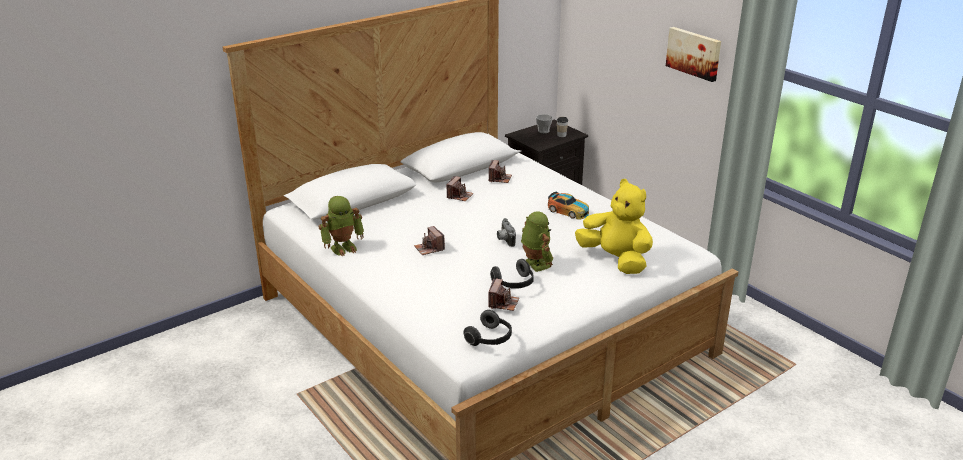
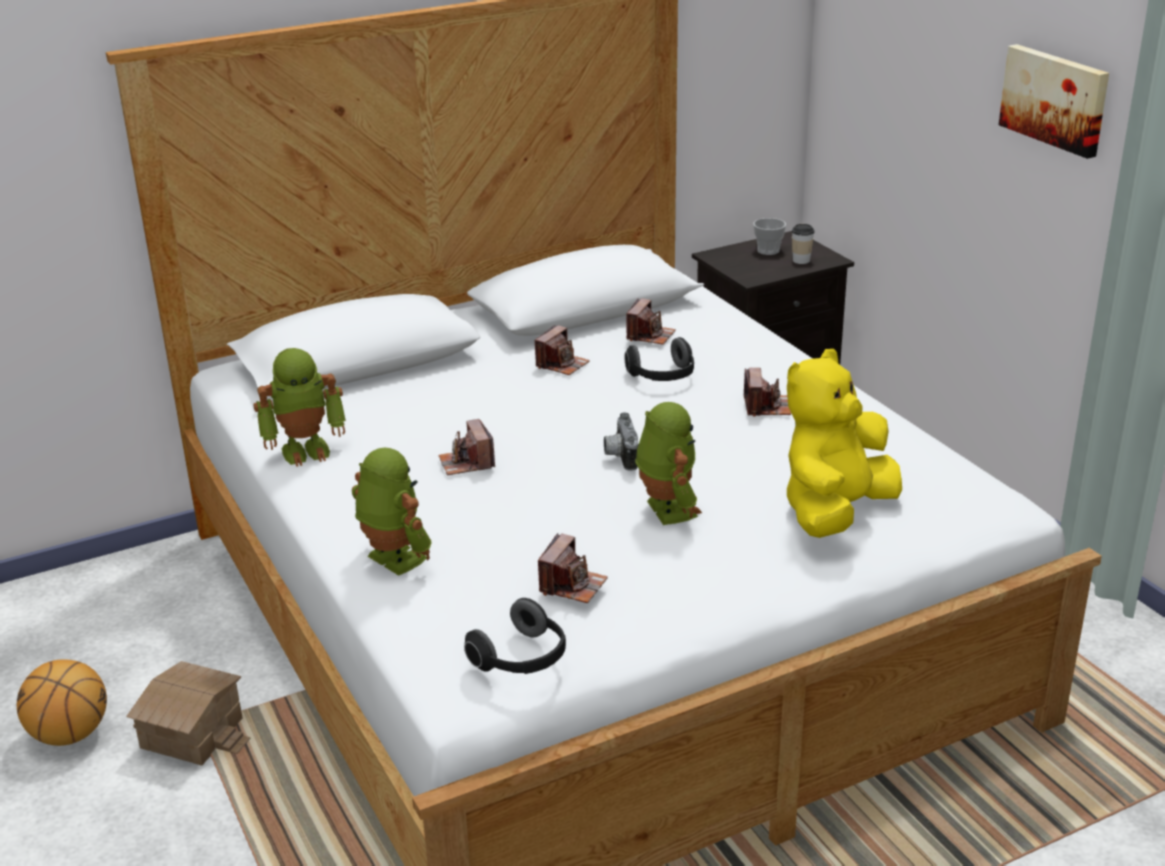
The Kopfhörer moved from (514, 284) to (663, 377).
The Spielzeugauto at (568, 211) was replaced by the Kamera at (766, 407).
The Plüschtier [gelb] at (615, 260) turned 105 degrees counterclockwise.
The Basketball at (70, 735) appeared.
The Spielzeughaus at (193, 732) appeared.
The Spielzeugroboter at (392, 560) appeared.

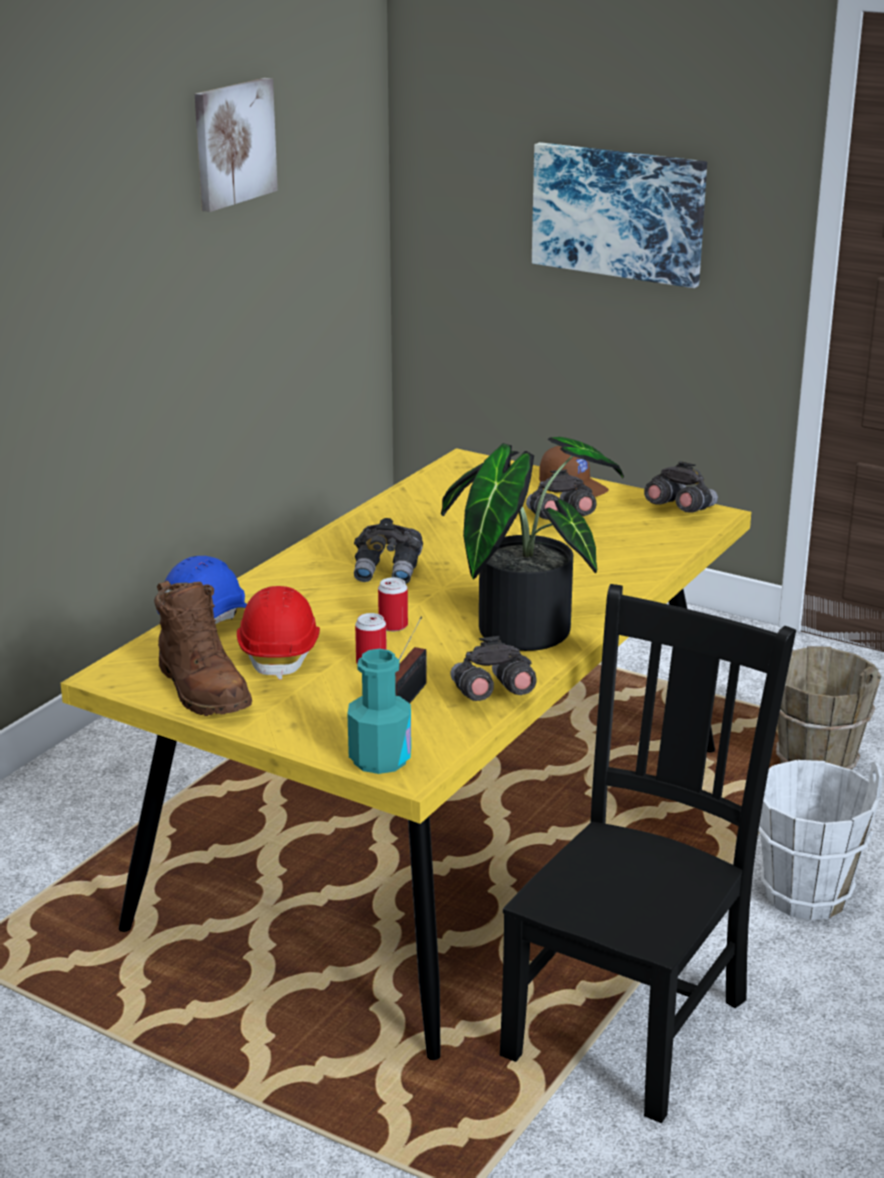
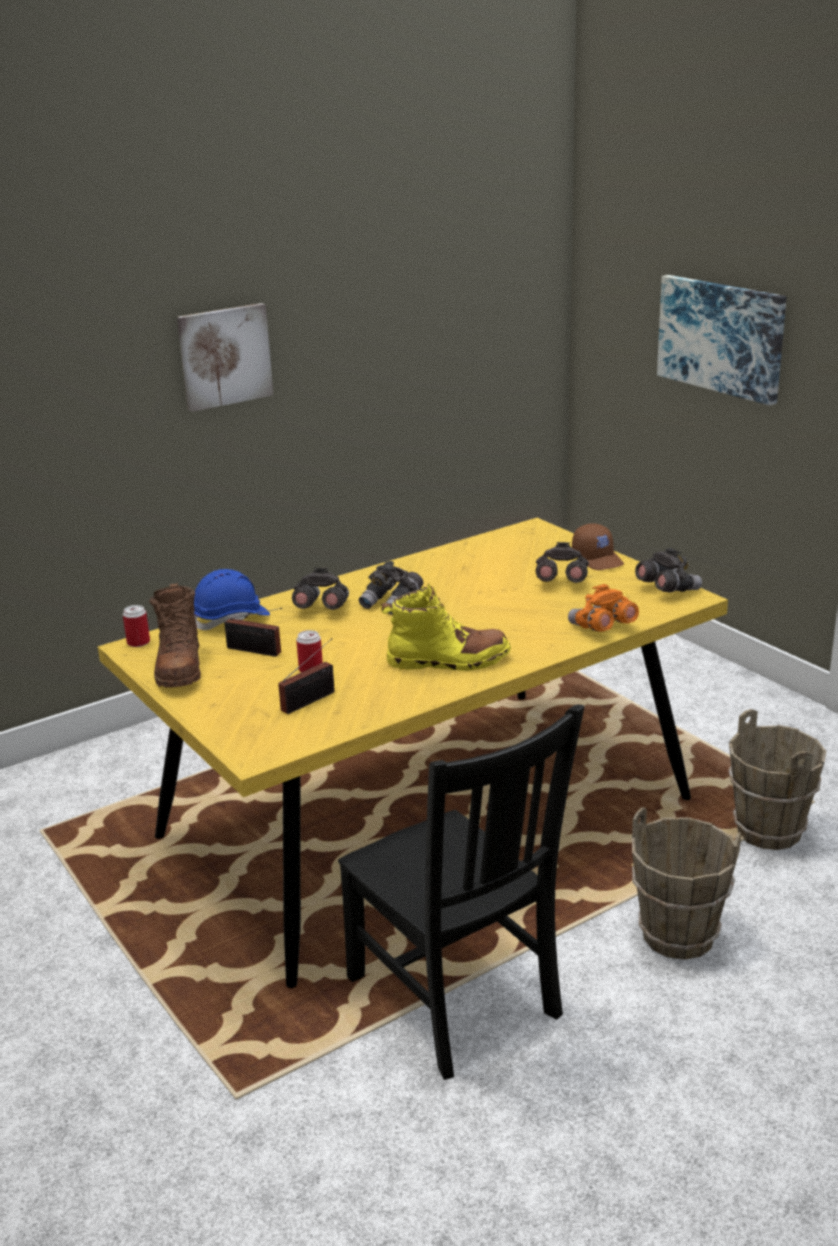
The Bild moved from (233, 143) to (224, 356).
The Schutzhelm [rot] at (280, 653) was replaced by the Radio at (256, 651).
The Flasche [türkis] at (380, 759) disappeared.
The Dose moved from (393, 626) to (138, 642).
The Topfpflanze at (522, 626) was replaced by the Stiefel [gelb] at (448, 661).
The Fernglas [grau] moved from (490, 695) to (321, 609).
The Stuhl [schwarz] at (631, 1023) turned 90 degrees clockwise.
The Eimer [weiß] at (806, 896) became the Eimer [braun] at (678, 936).
The Fernglas [orange] at (602, 628) appeared.

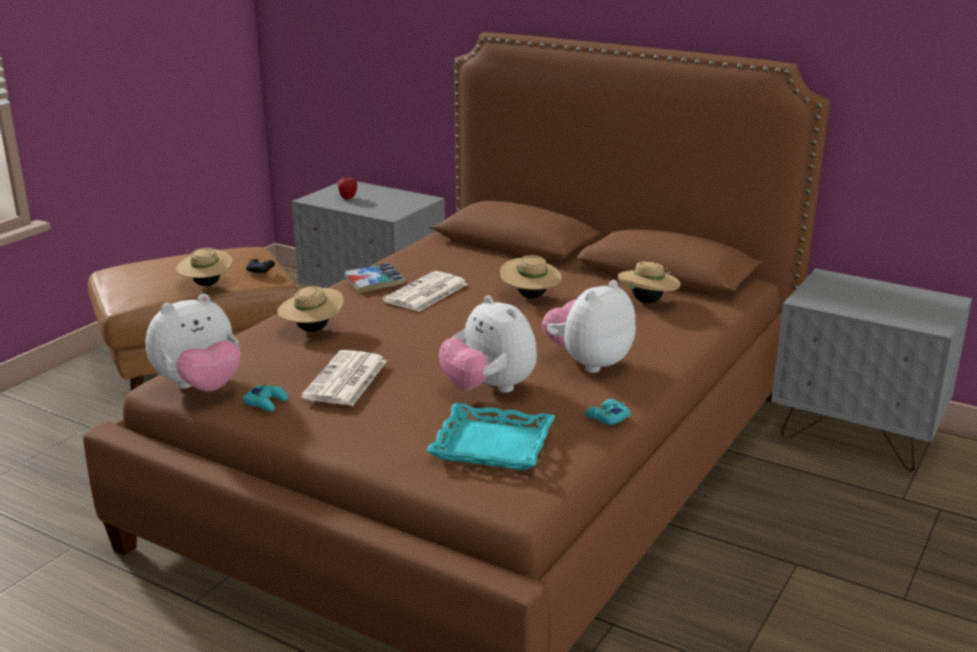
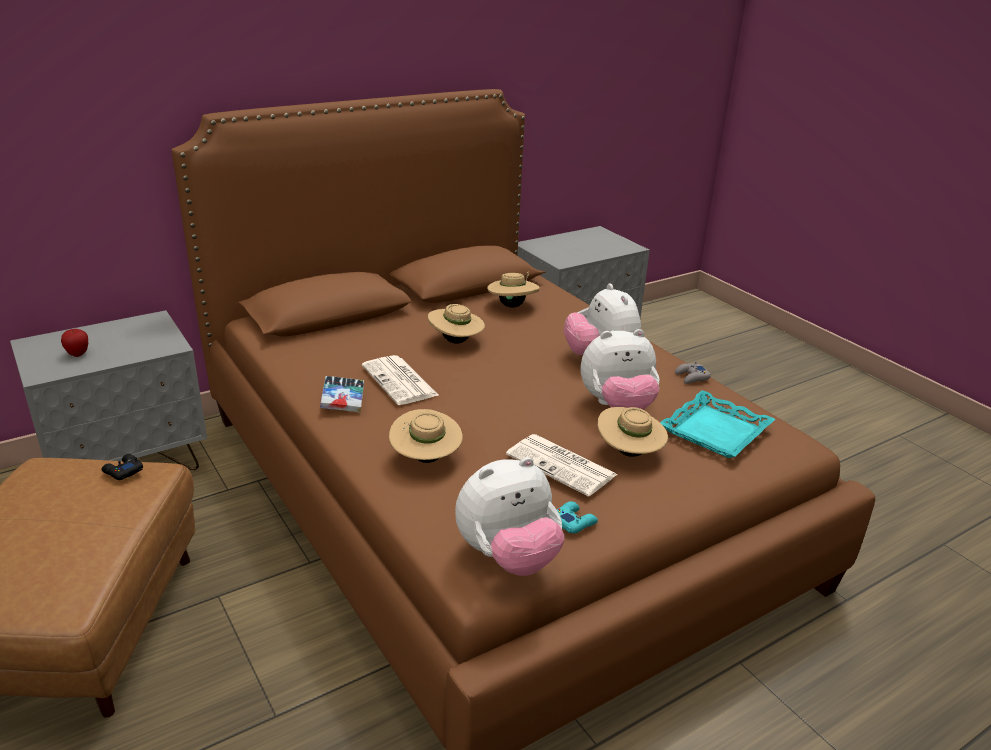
The Plüschtier at (200, 387) turned 75 degrees clockwise.
The Hut [beige] moved from (206, 284) to (629, 453).
The Gamepad [türkis] at (607, 417) became the Gamepad [grau] at (692, 377).

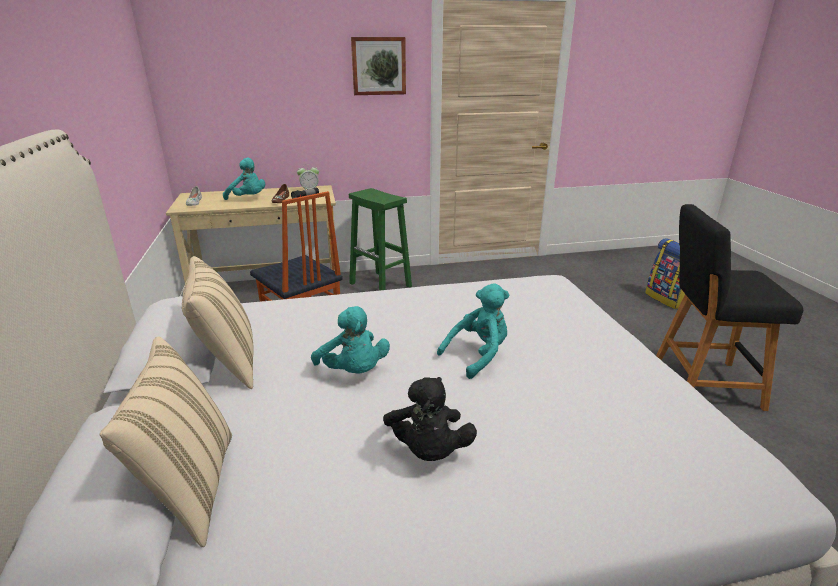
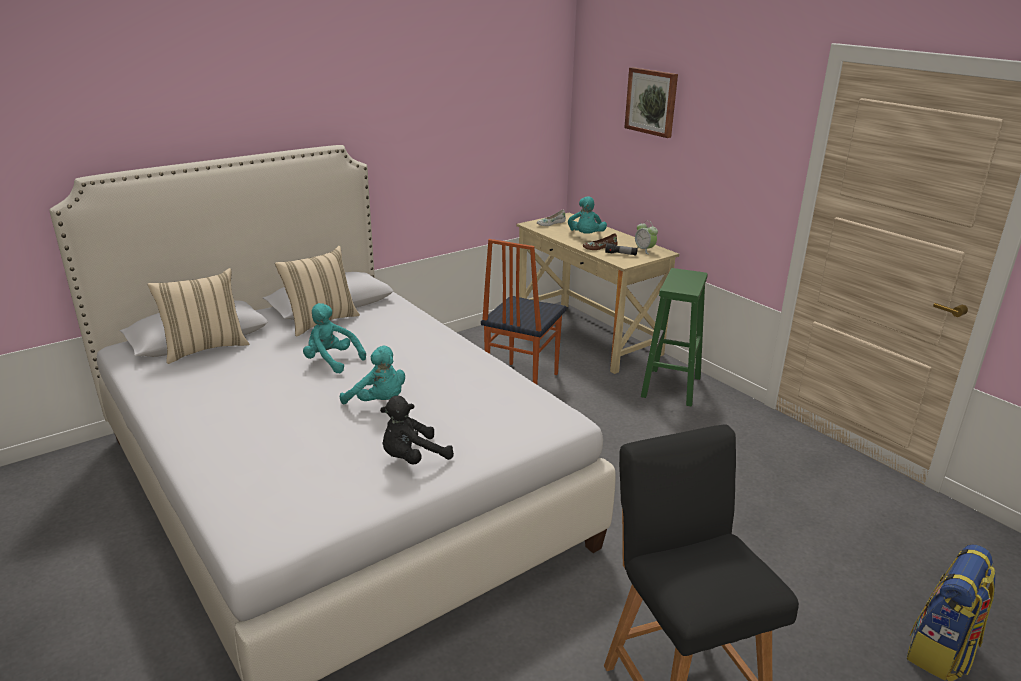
The Plüschtier [türkis] at (353, 372) turned 90 degrees clockwise.
The Bild moved from (378, 66) to (652, 102).
The Plüschtier [schwarz] moved from (428, 451) to (412, 458).

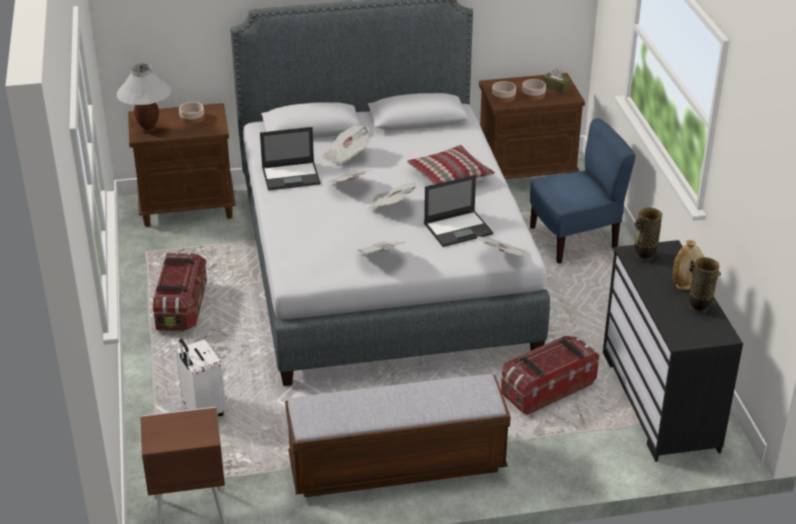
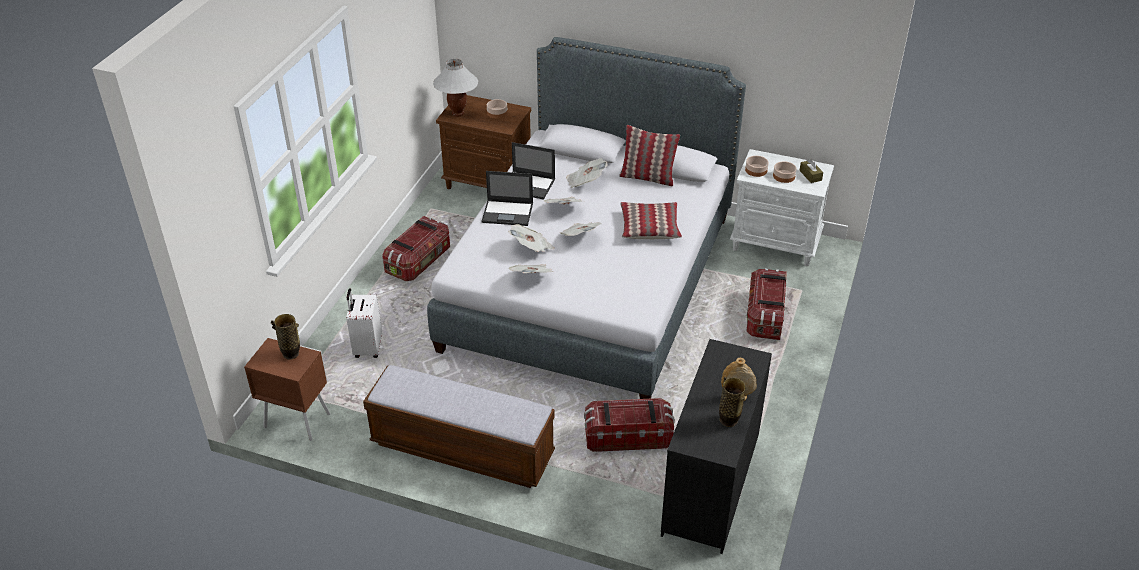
The Laptop moved from (458, 228) to (508, 213).
The Zeitung moved from (503, 258) to (532, 248).
The Nachttisch [braun] at (527, 173) became the Nachttisch [weiß] at (776, 243).
The Stuhl [blau] at (574, 239) was replaced by the Aufbewahrungsbox at (765, 316).
The Vase moved from (644, 256) to (291, 354).
The Kissen at (647, 177) appeared.

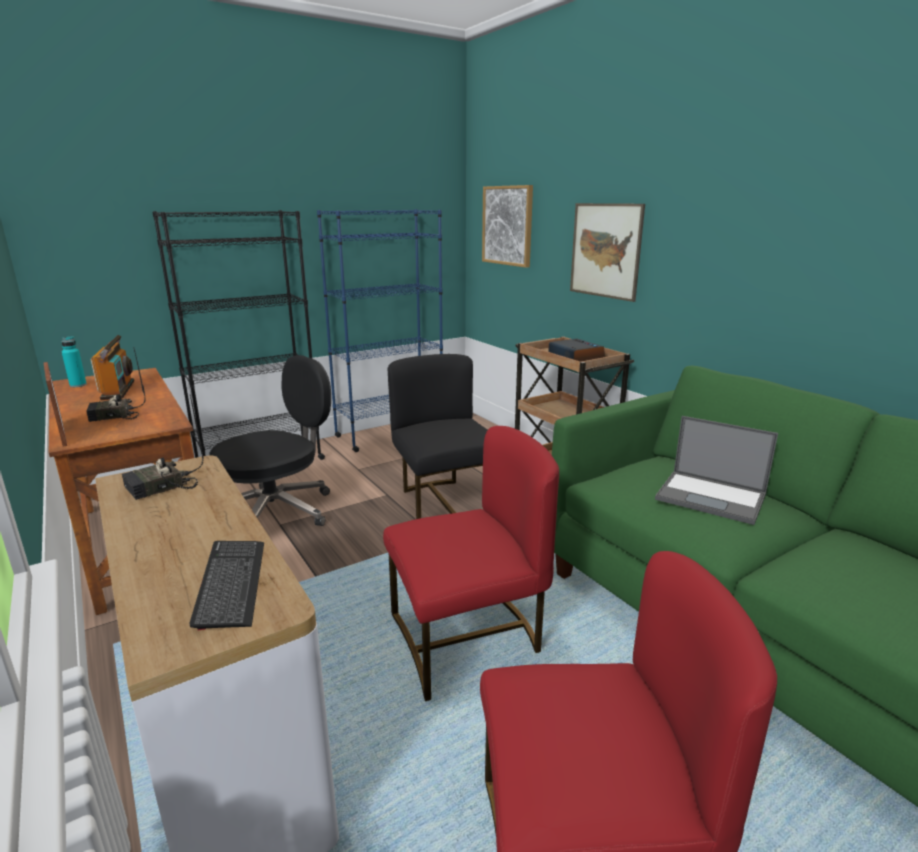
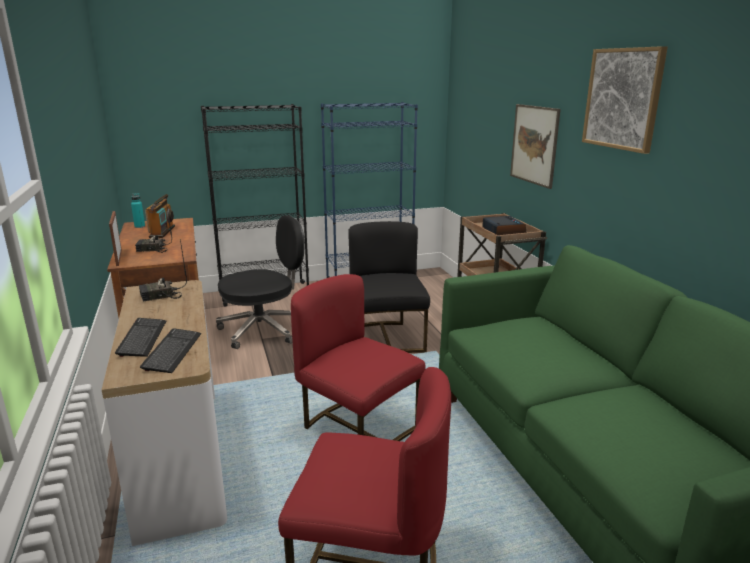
The Stuhl [rot] at (467, 640) turned 135 degrees counterclockwise.
The Bild moved from (507, 225) to (623, 99).
The Laptop at (712, 497) disappeared.
The Tastatur at (142, 338) appeared.

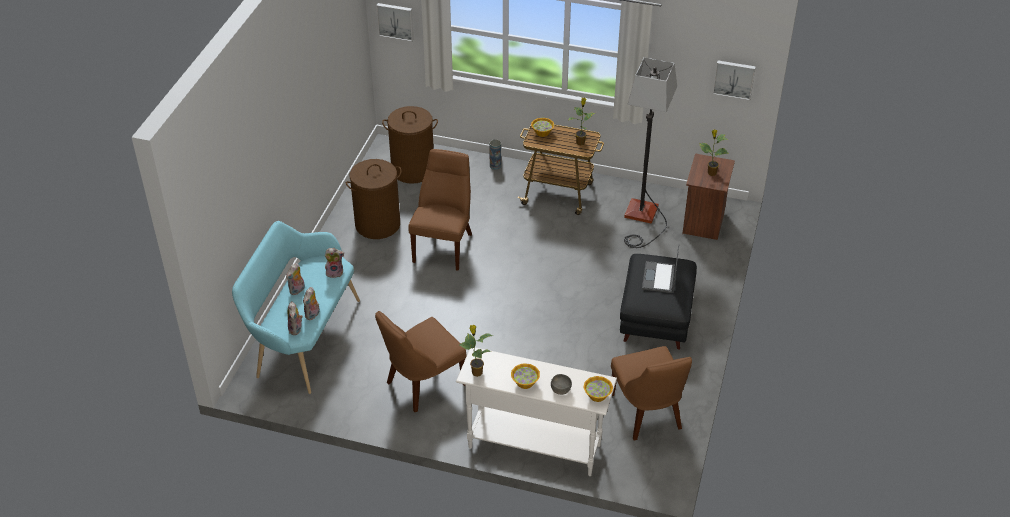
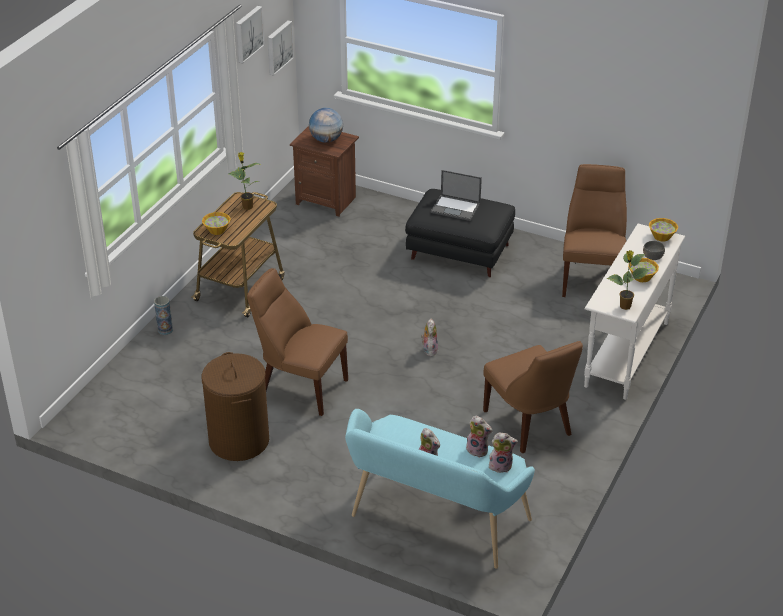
The Plüschtier moved from (335, 272) to (429, 349).
The Bild moved from (395, 21) to (248, 33).
The Wäschekorb [braun] at (413, 170) disappeared.
The Stuhl [braun] at (647, 414) turned 75 degrees counterclockwise.
The Stehlampe at (641, 219) disappeared.
The Topfpflanze at (711, 173) was replaced by the Globus at (326, 140).

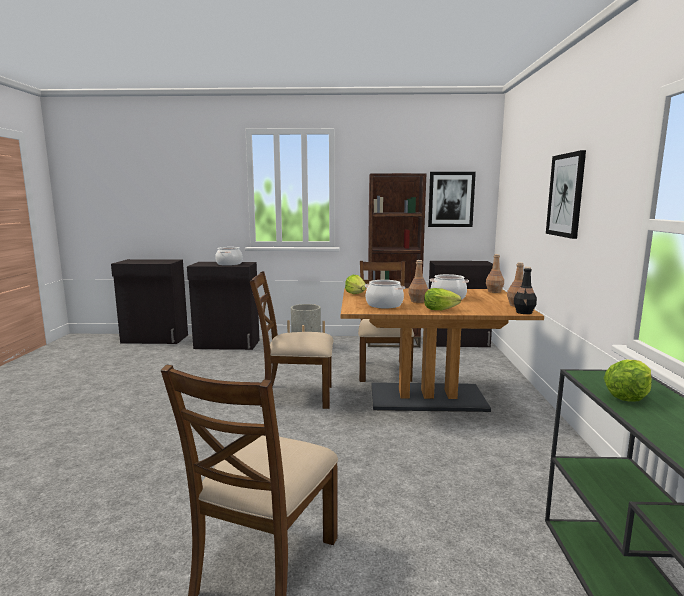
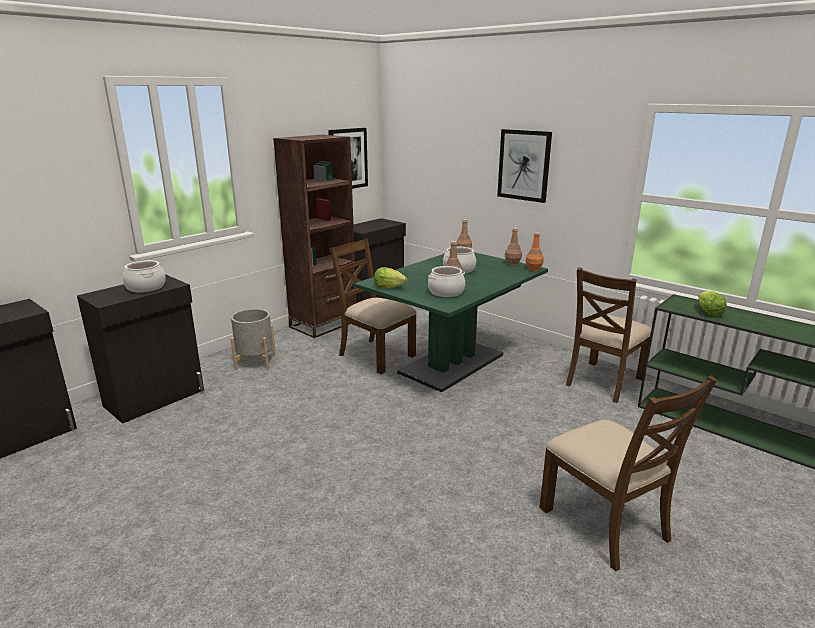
The Stuhl [braun] moved from (296, 396) to (603, 381).
The Esstisch [braun] at (427, 398) became the Esstisch [grün] at (451, 364).
The Salatkopf at (439, 309) disappeared.
The Flasche [schwarz] at (524, 312) became the Flasche [orange] at (533, 269).

